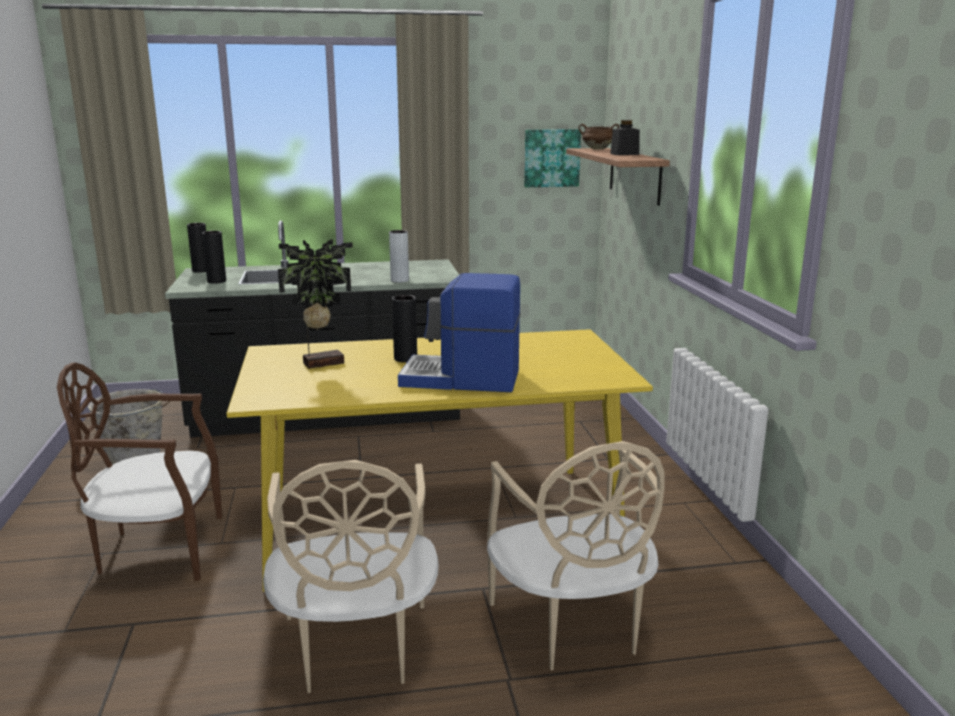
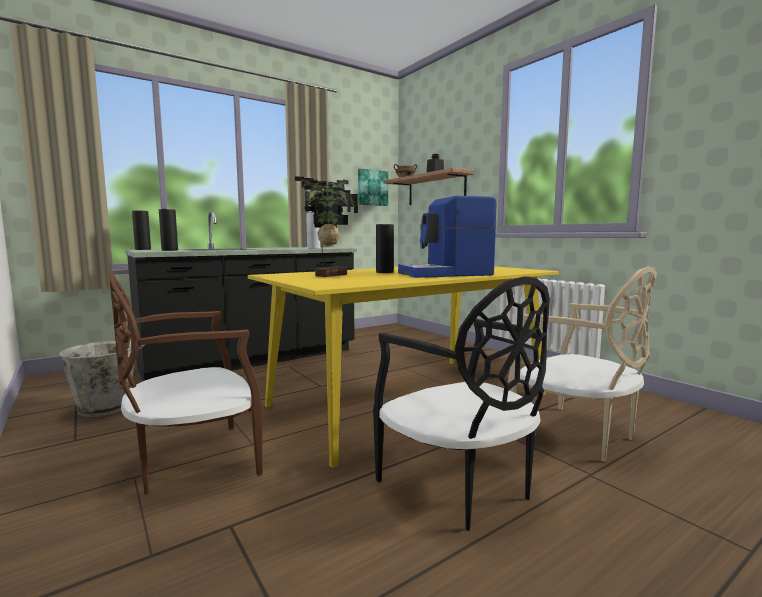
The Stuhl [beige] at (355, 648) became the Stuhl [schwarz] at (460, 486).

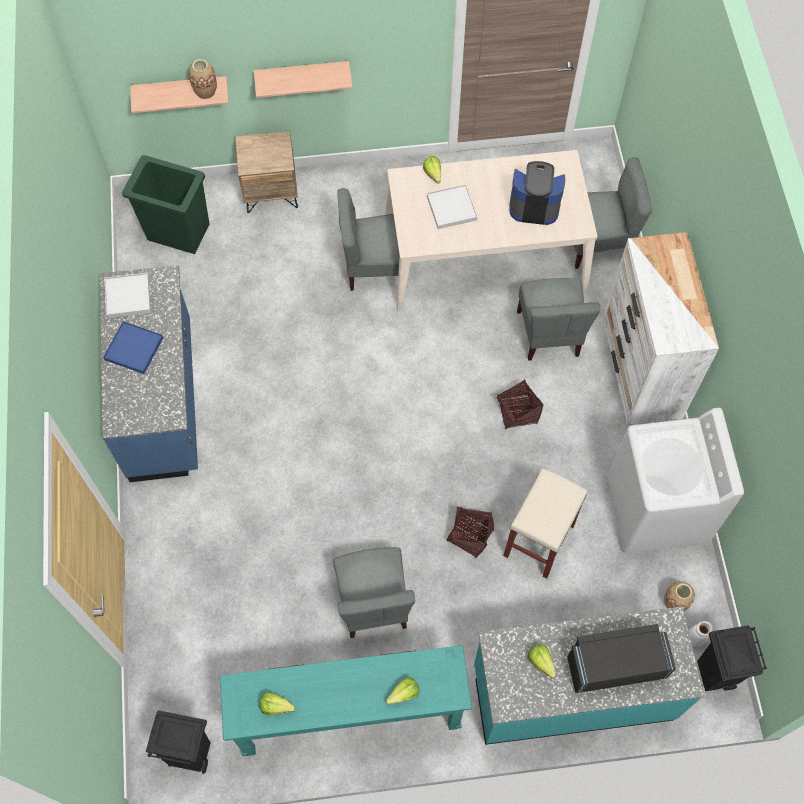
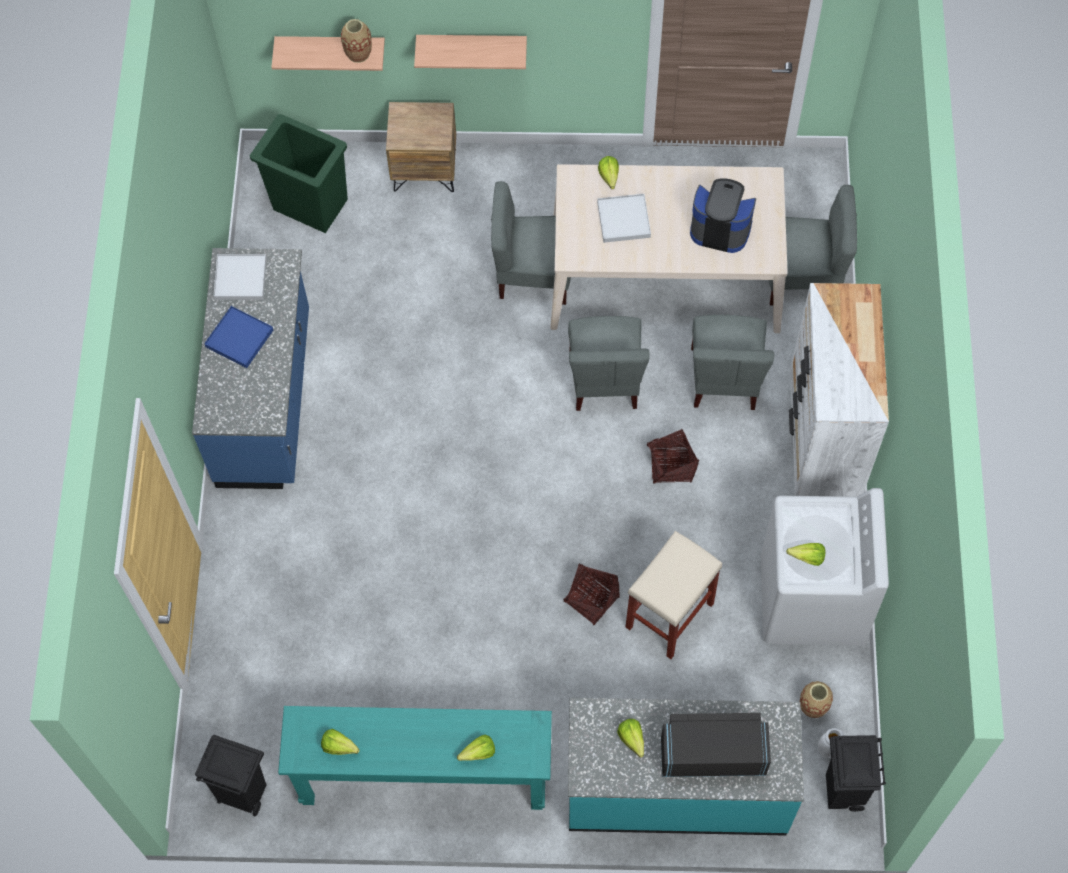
The Stuhl [grau] moved from (373, 603) to (605, 380).
The Salatkopf at (804, 556) appeared.

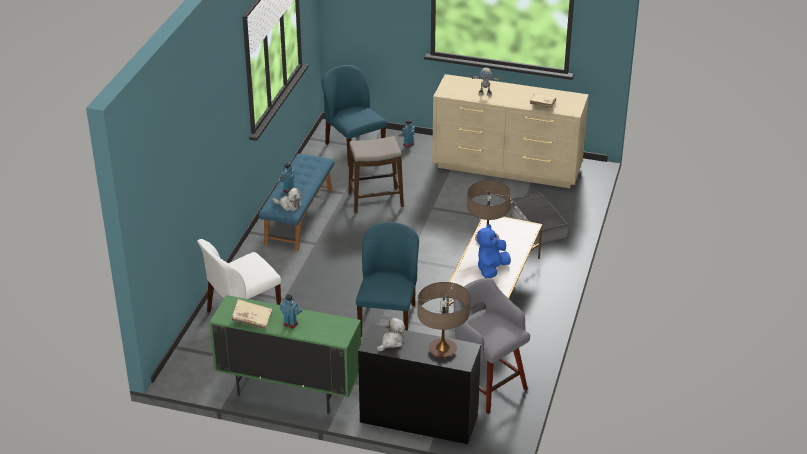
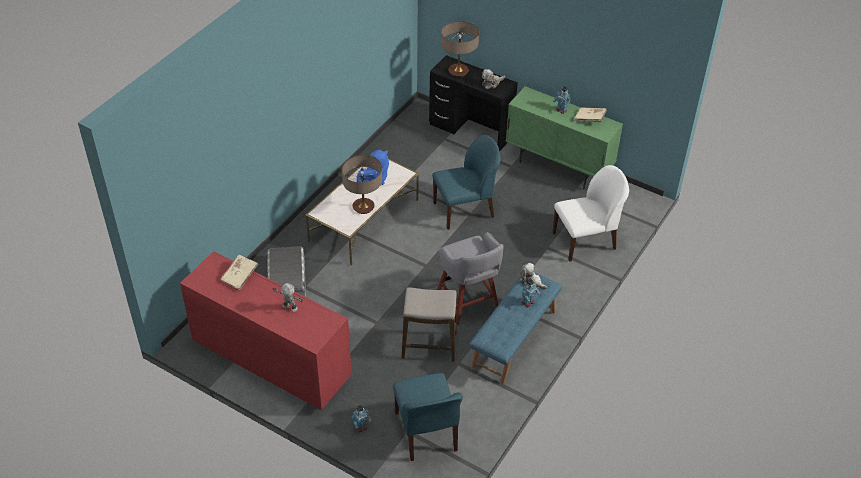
The Stuhl [blau] at (388, 319) turned 135 degrees counterclockwise.
The Kommode [beige] at (507, 168) became the Kommode [rot] at (271, 361).
The Hocker [grau] moved from (487, 385) to (468, 302).

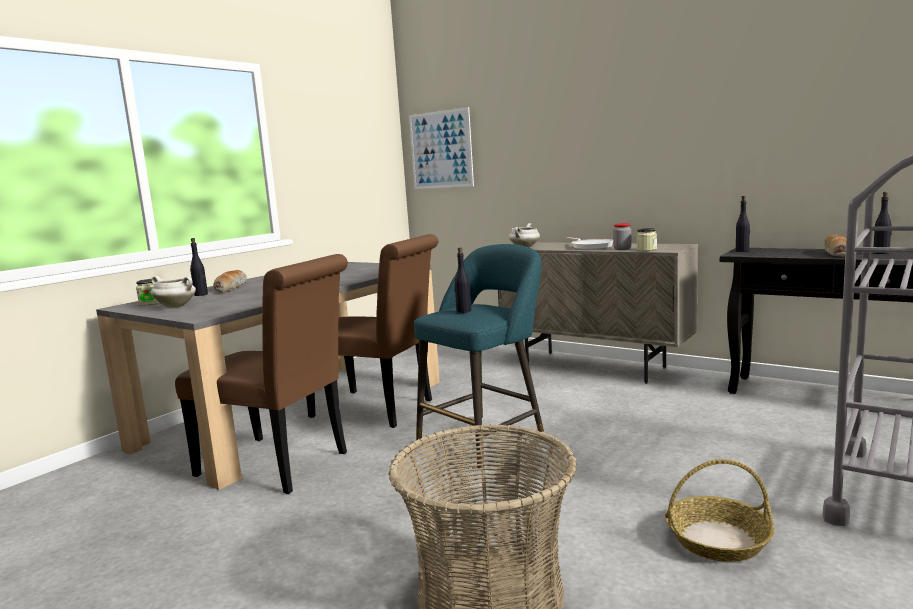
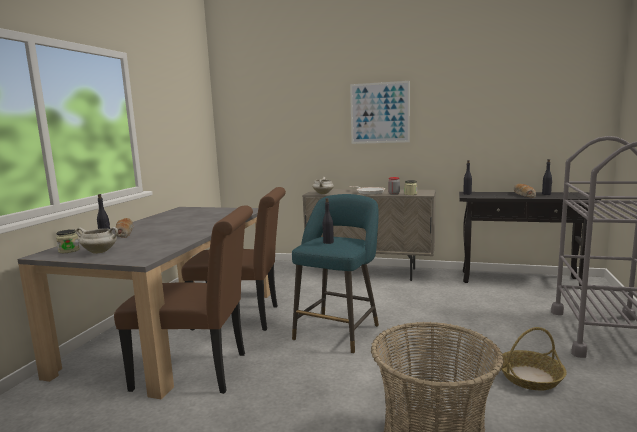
The Bild moved from (441, 149) to (379, 113).

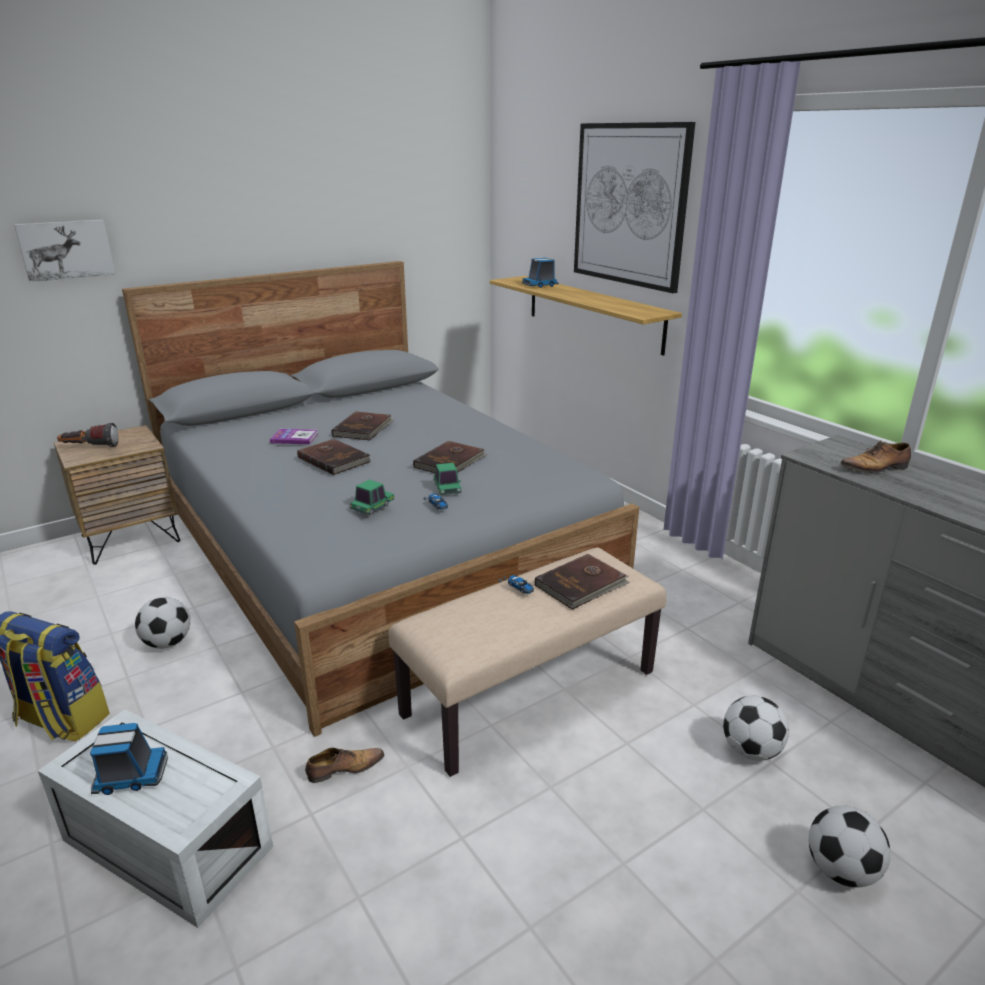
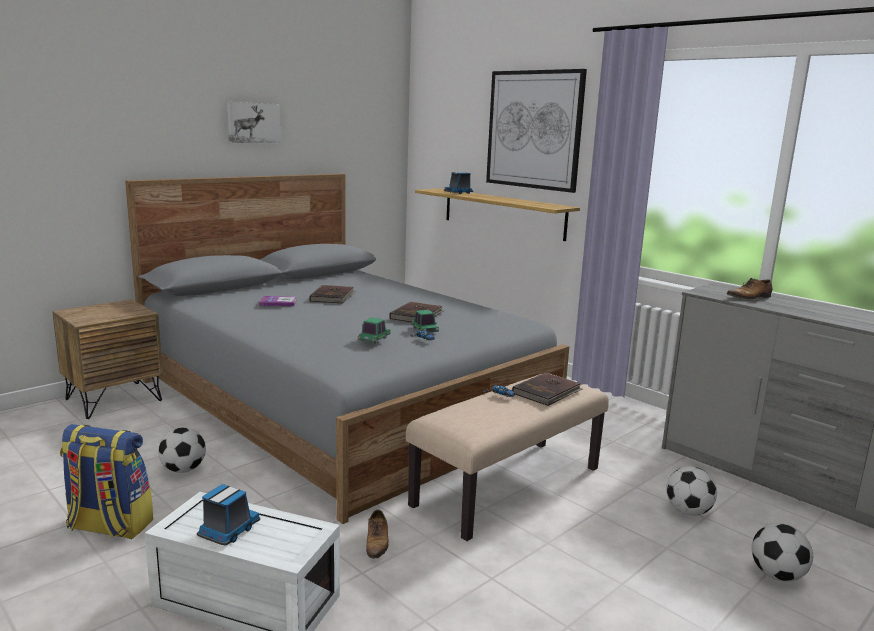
The Bild moved from (66, 249) to (253, 122).
The Taschenlampe at (90, 448) disappeared.
The Spielzeuglaster at (129, 776) turned 45 degrees counterclockwise.
The Buch [braun] at (334, 459) disappeared.
The Schuh at (344, 769) turned 120 degrees clockwise.

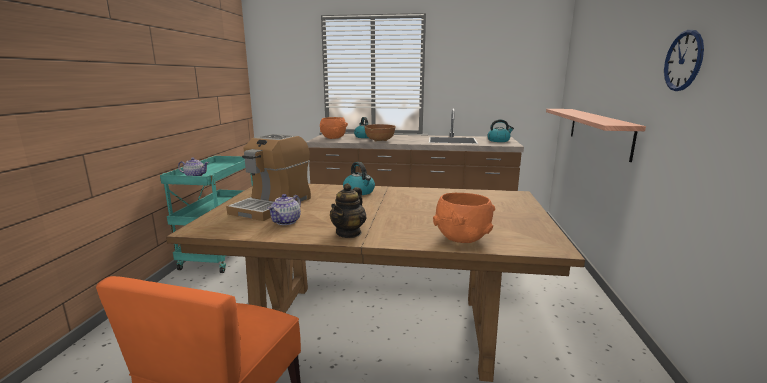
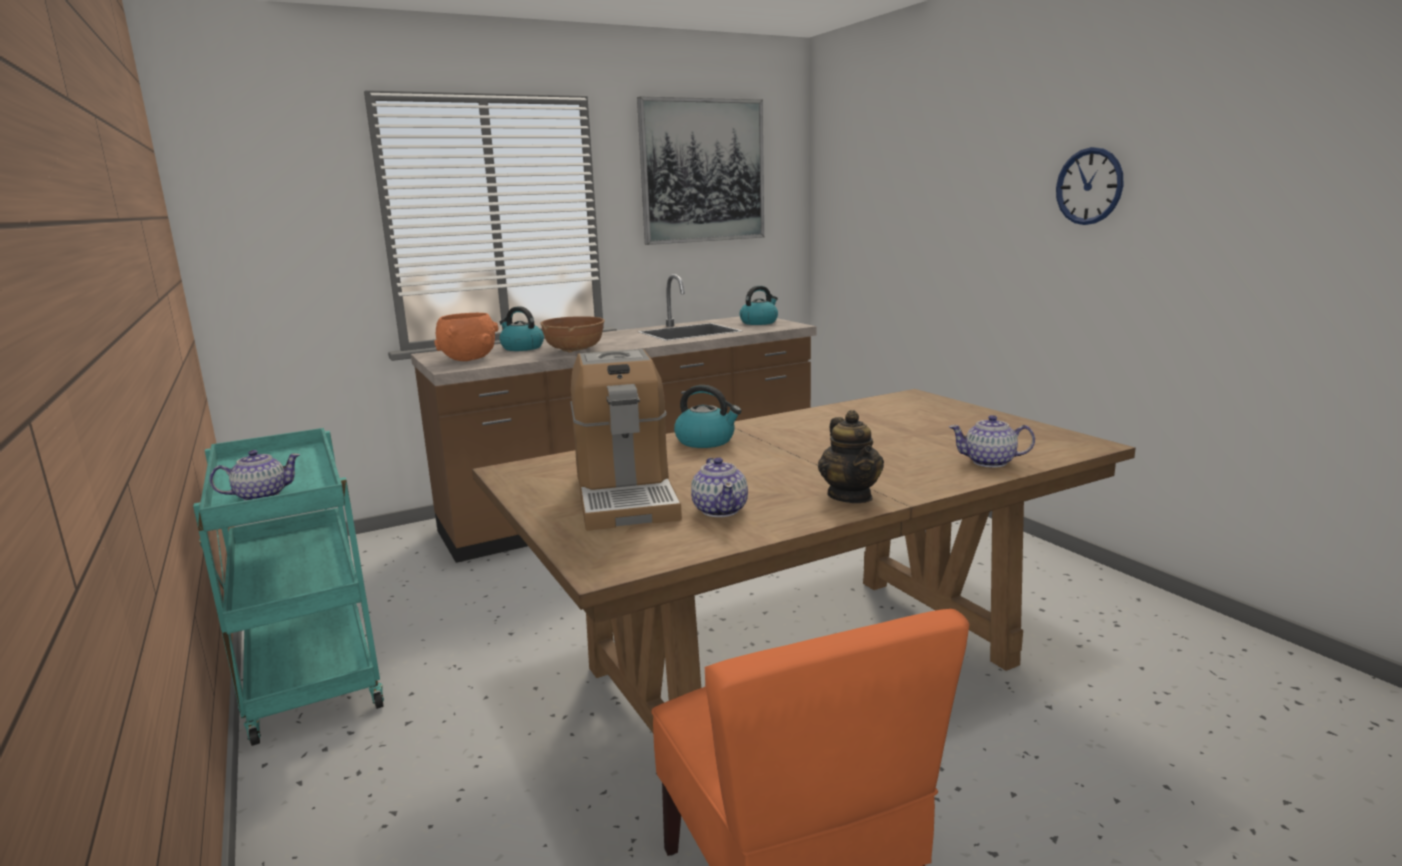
The Schüssel [orange] at (462, 239) was replaced by the Teekanne at (990, 462).
The Wandregal at (598, 131) disappeared.
The Bild at (702, 171) appeared.

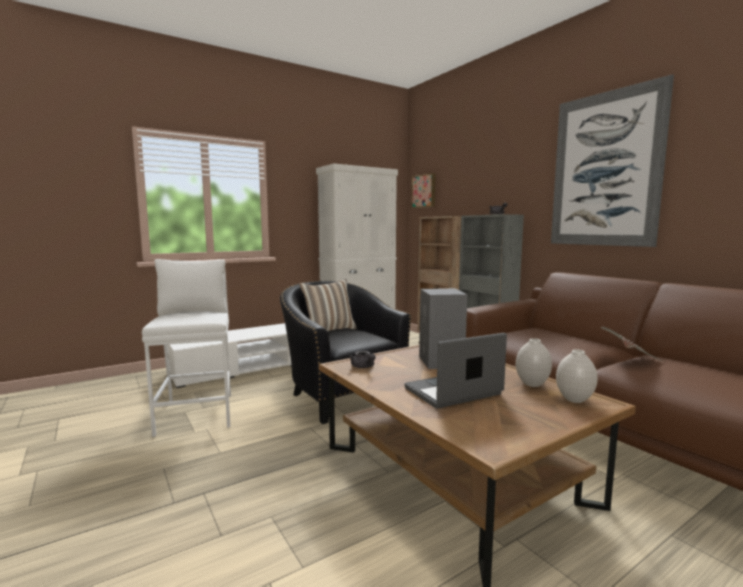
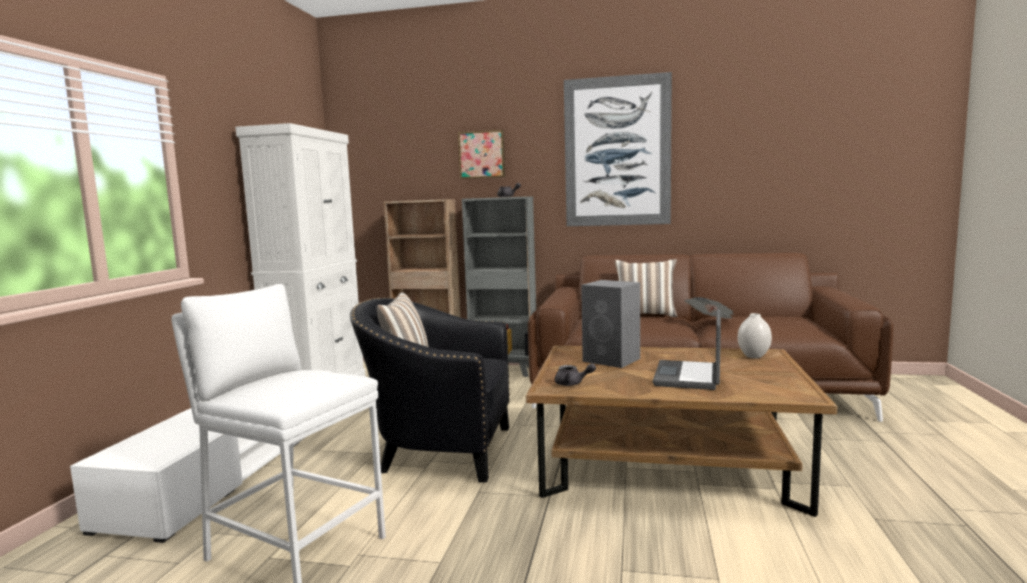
The Bild moved from (424, 191) to (482, 155).
The Vase [weiß] at (532, 384) disappeared.
The Kissen at (645, 315) appeared.

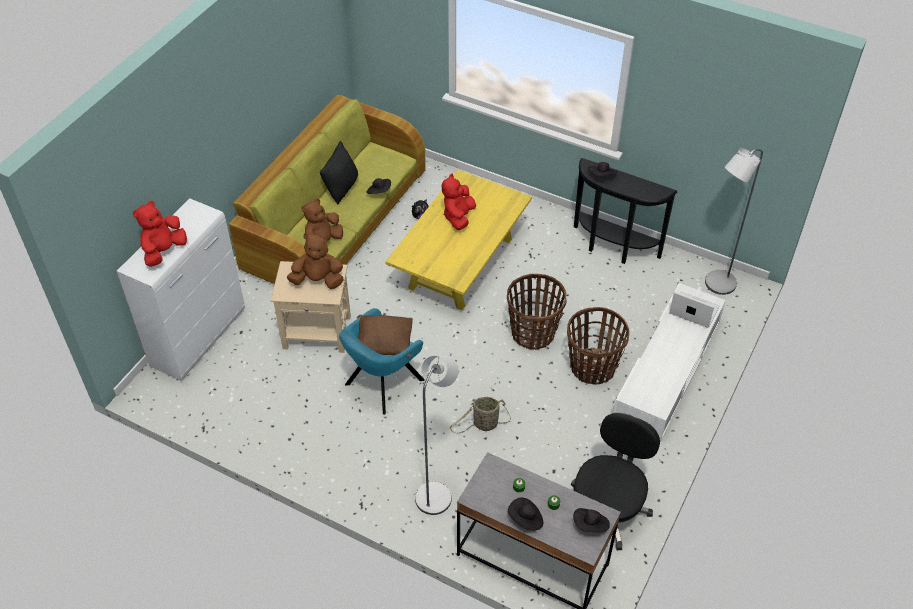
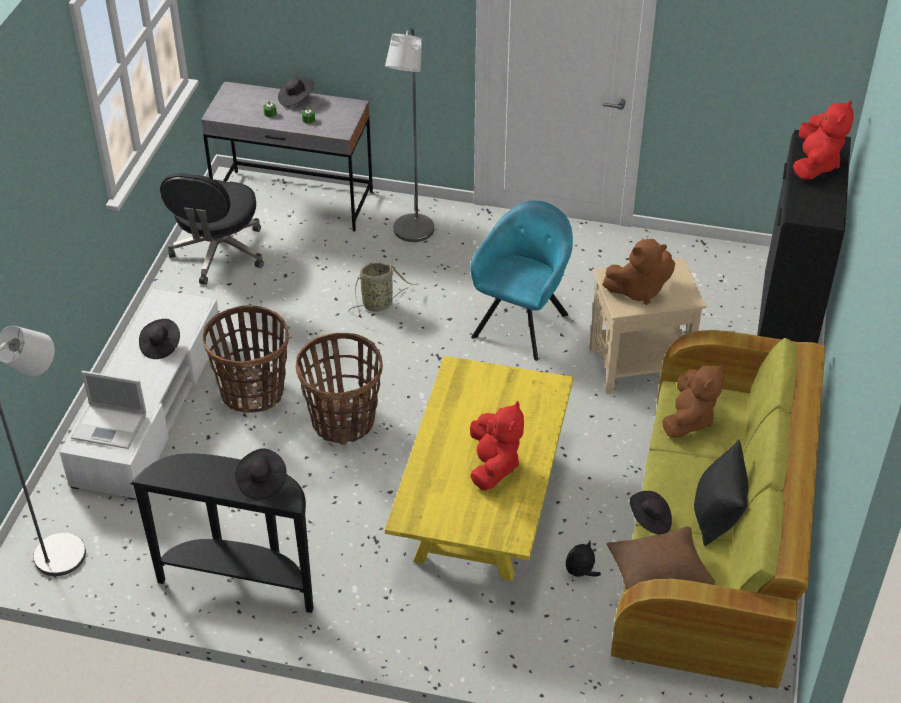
The Schrank [weiß] at (199, 337) became the Schrank [schwarz] at (785, 330).
The Kissen [braun] moved from (383, 345) to (659, 577).
The Hut [schwarz] moved from (590, 525) to (160, 346).

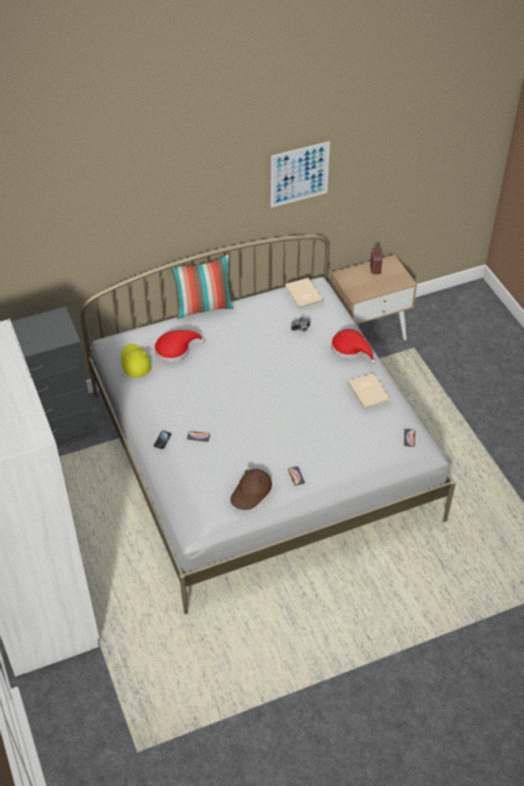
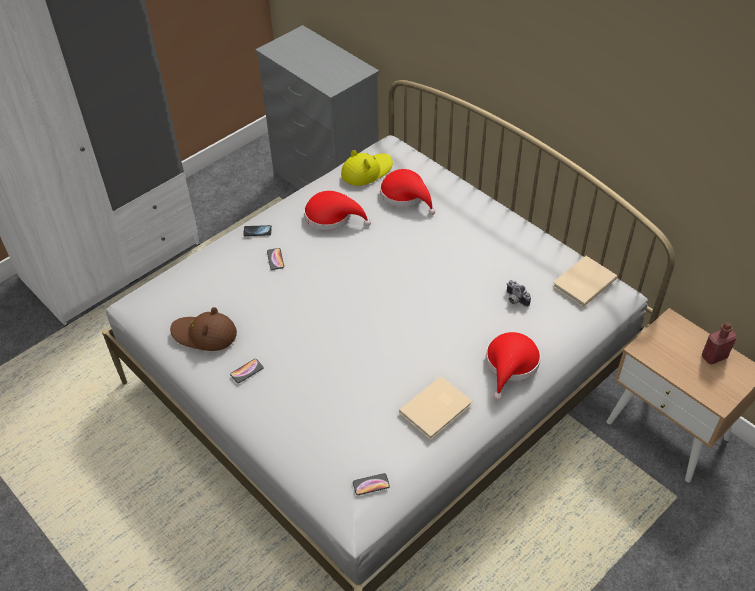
The Kissen at (204, 307) disappeared.
The Bild at (299, 174) disappeared.
The Hut [rot] at (332, 216) appeared.

